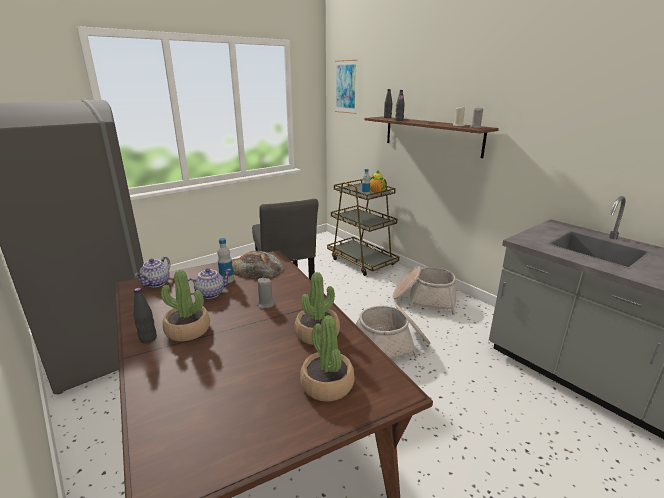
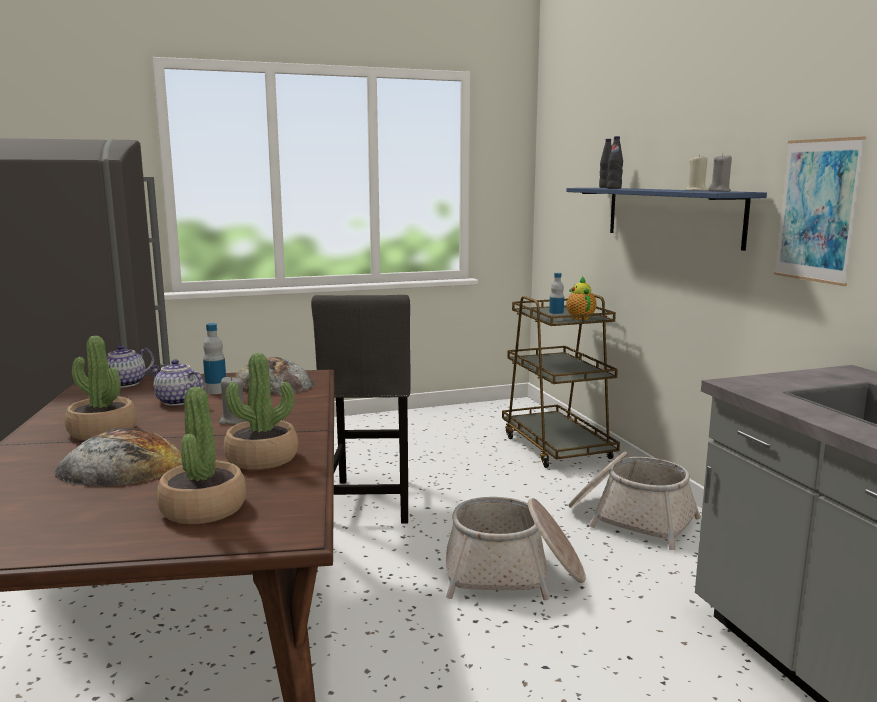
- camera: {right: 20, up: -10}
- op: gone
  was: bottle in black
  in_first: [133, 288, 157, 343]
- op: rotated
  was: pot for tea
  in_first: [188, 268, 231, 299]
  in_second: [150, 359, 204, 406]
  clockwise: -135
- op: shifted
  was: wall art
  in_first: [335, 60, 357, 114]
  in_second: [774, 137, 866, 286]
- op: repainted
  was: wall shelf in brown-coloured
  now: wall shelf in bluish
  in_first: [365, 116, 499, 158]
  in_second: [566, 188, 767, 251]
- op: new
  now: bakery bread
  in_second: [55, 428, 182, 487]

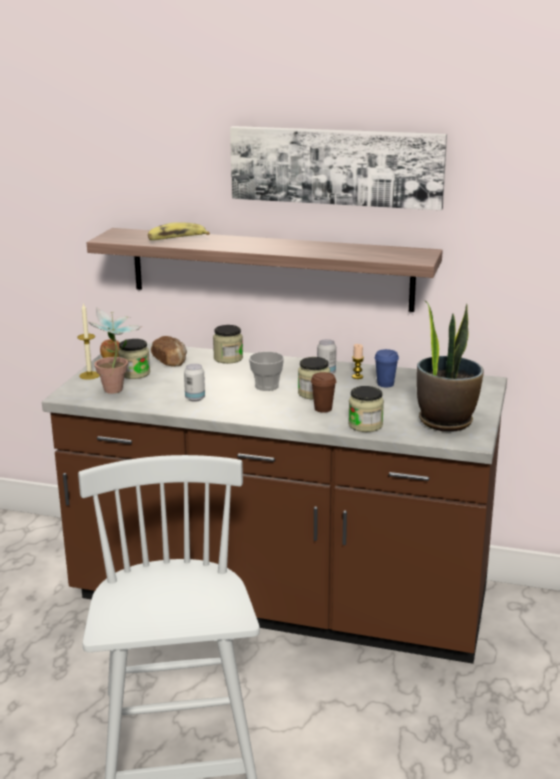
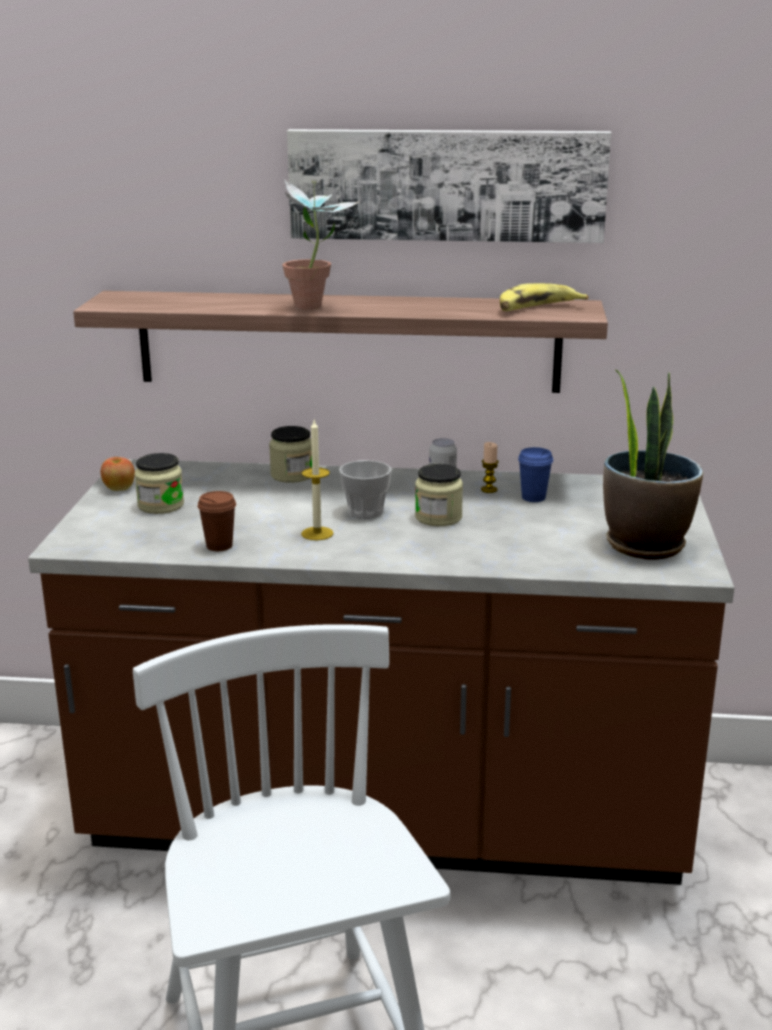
- camera: {right: -10, up: 0}
- op: shifted
  was: wax light
  in_first: [77, 303, 100, 380]
  in_second: [301, 420, 334, 540]
- op: shifted
  was: potted plant
  in_first: [89, 307, 142, 394]
  in_second: [282, 179, 359, 310]
- op: shifted
  was: whole banana
  in_first: [148, 222, 210, 240]
  in_second: [500, 283, 588, 311]
- op: gone
  was: bakery bread
  in_first: [151, 336, 187, 367]
- op: gone
  was: metal can
  in_first: [184, 364, 205, 402]
- op: shifted
  was: cup in brown-coloured
  in_first: [311, 372, 336, 413]
  in_second: [197, 491, 236, 551]
- op: gone
  was: preserve jar
  in_first: [348, 386, 384, 432]

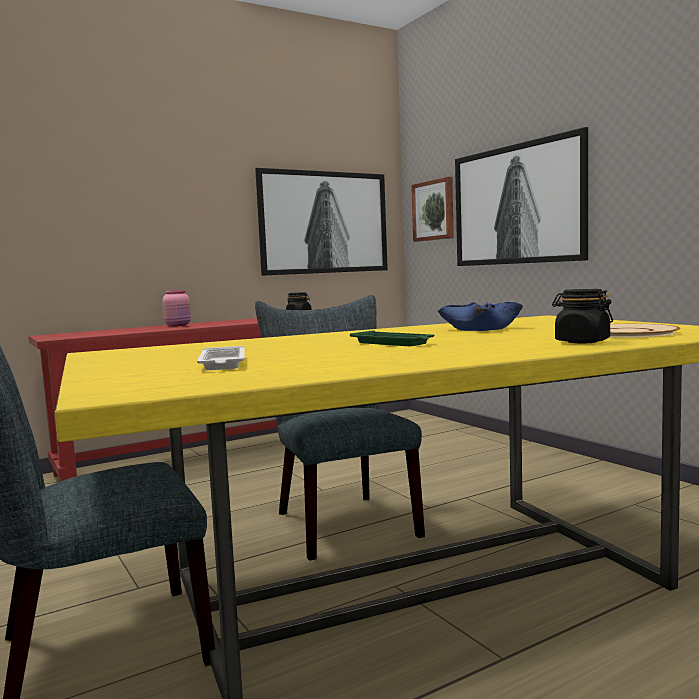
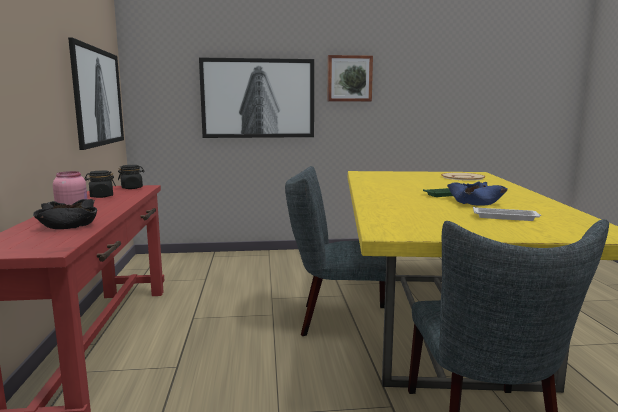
- camera: {right: -65, up: 5}
- op: shifted
  was: wall art
  in_first: [411, 177, 454, 242]
  in_second: [328, 55, 373, 101]
- op: shifted
  was: bowl in bluish
  in_first: [438, 302, 523, 331]
  in_second: [447, 181, 508, 206]
- op: shifted
  was: preserve jar in black
  in_first: [552, 289, 613, 343]
  in_second: [85, 170, 116, 198]
- op: new
  now: bowl in black
  in_second: [33, 199, 97, 229]

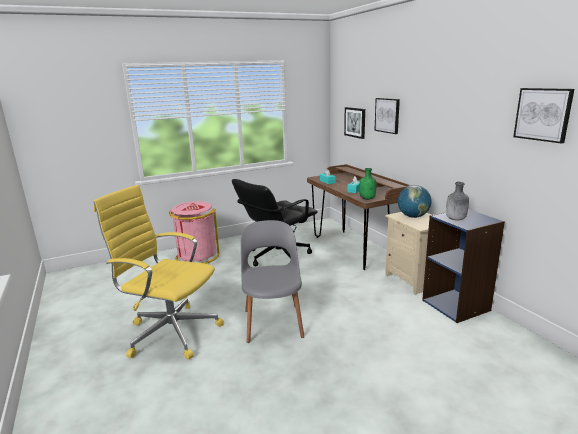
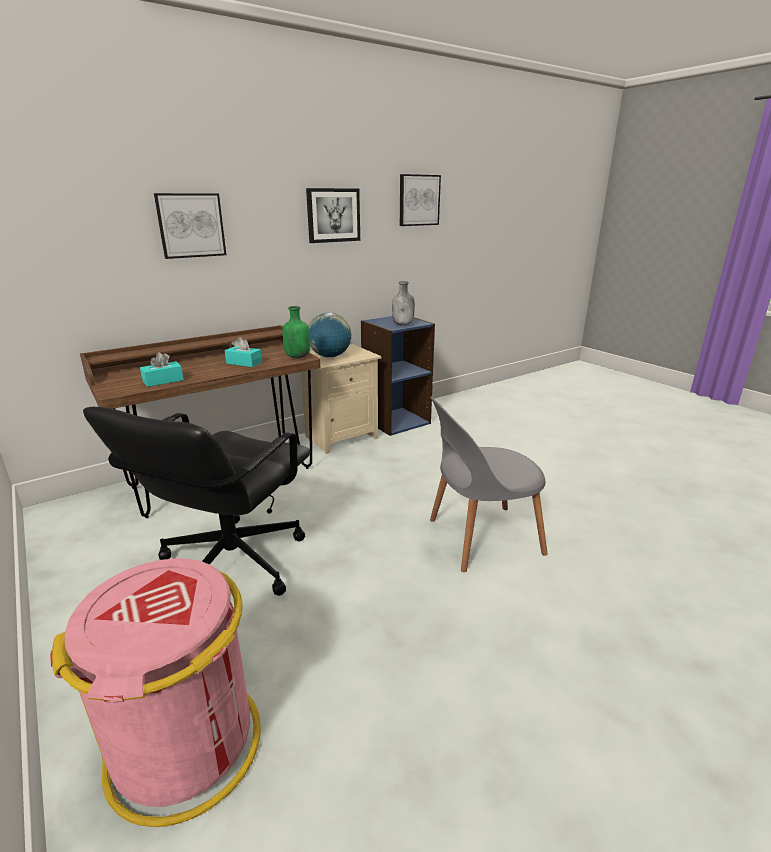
- camera: {right: -100, up: 5}
- op: gone
  was: desk chair in yellow
  in_first: [93, 185, 224, 359]
- op: rotated
  was: desk chair in black
  in_first: [232, 179, 318, 266]
  in_second: [83, 407, 311, 596]
  clockwise: 75
- op: shifted
  was: wall art
  in_first: [344, 107, 365, 139]
  in_second: [306, 188, 360, 243]

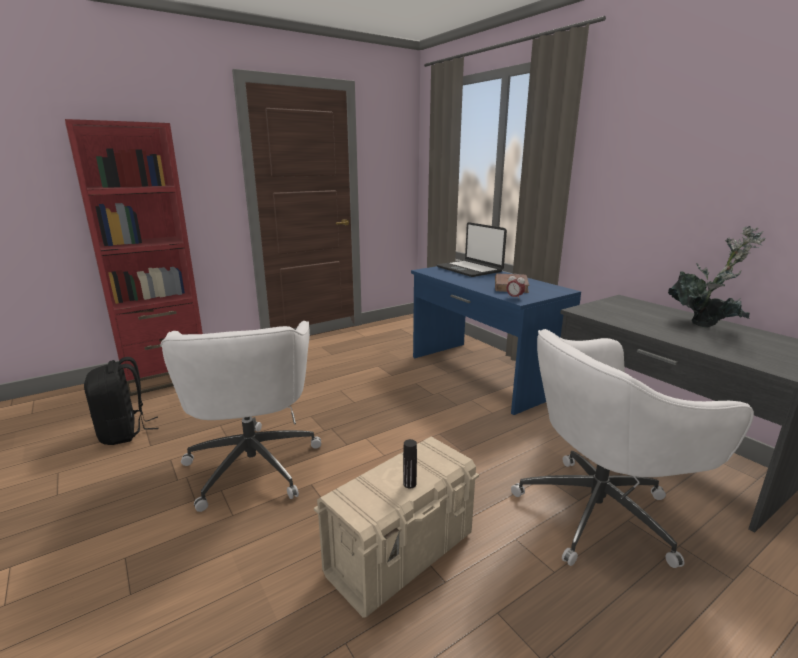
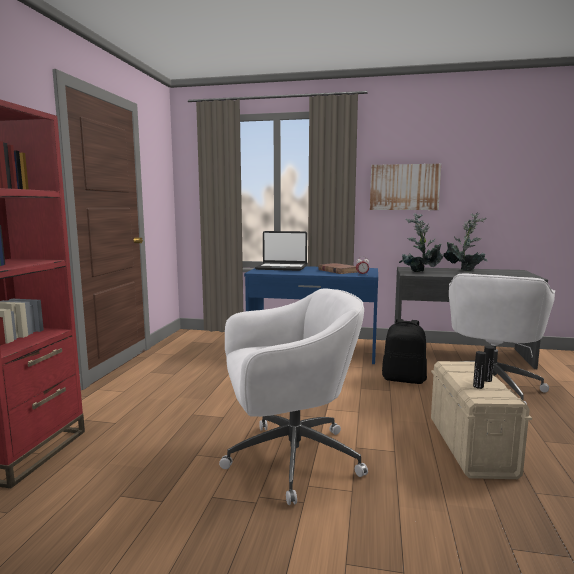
- camera: {right: -45, up: -10}
- op: shifted
  was: backpack in black
  in_first: [84, 357, 158, 445]
  in_second: [382, 319, 427, 384]
- op: rotated
  was: desk chair in white-coloured
  in_first: [160, 321, 321, 512]
  in_second: [219, 288, 368, 505]
  clockwise: -45
- op: new
  now: wall art
  in_second: [370, 164, 441, 210]
- op: new
  now: potted plant
  in_second: [399, 213, 443, 272]
- op: new
  now: bottle in black
  in_second: [473, 351, 486, 389]

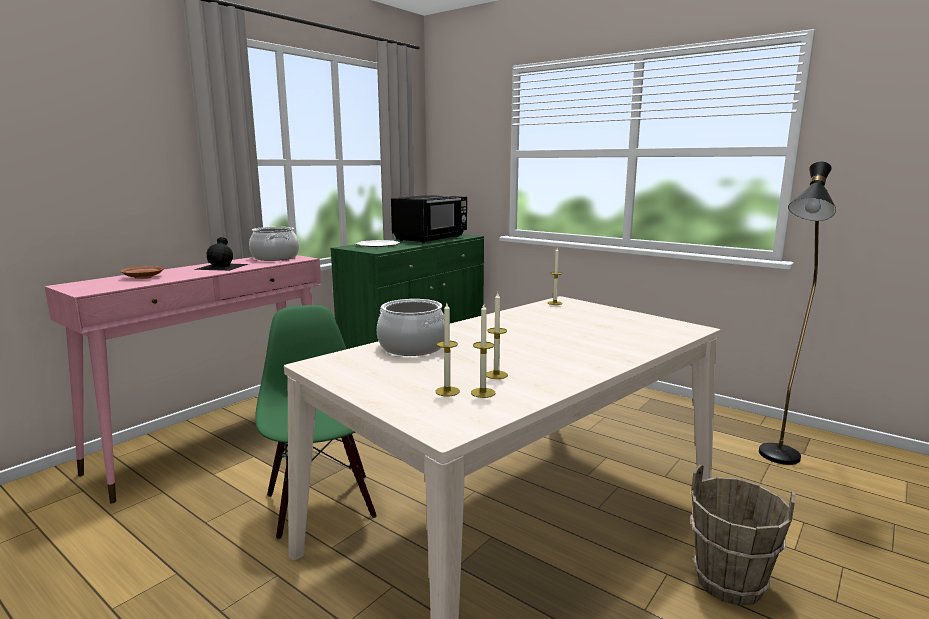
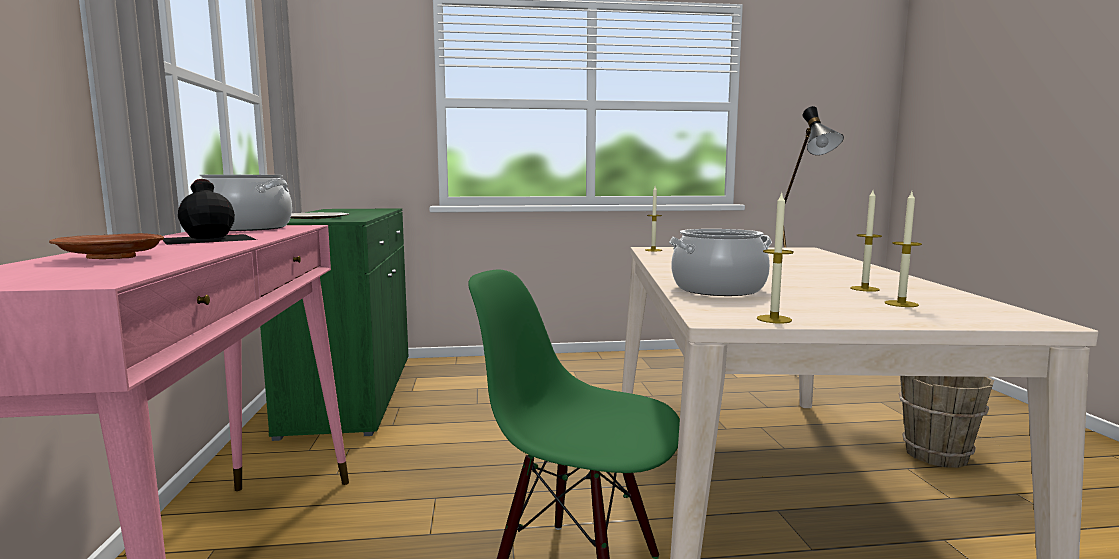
- camera: {right: -45, up: -5}
- op: gone
  was: microwave in black
  in_first: [391, 195, 467, 243]
- op: shifted
  was: wax light
  in_first: [471, 304, 495, 398]
  in_second: [757, 193, 794, 323]

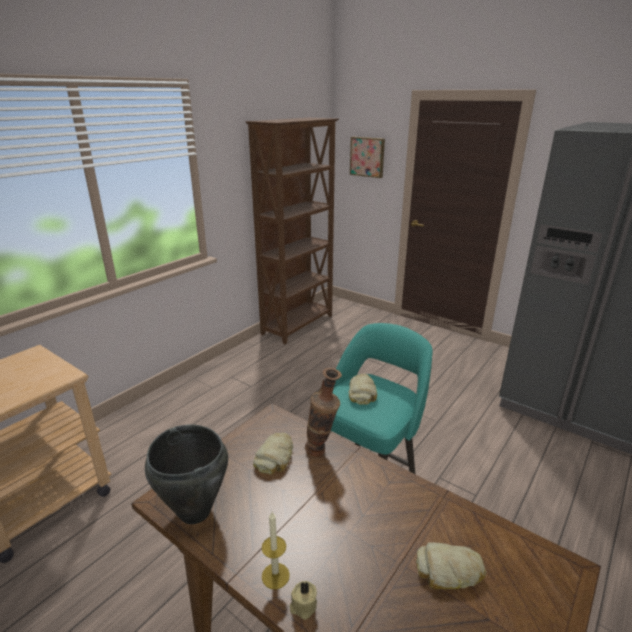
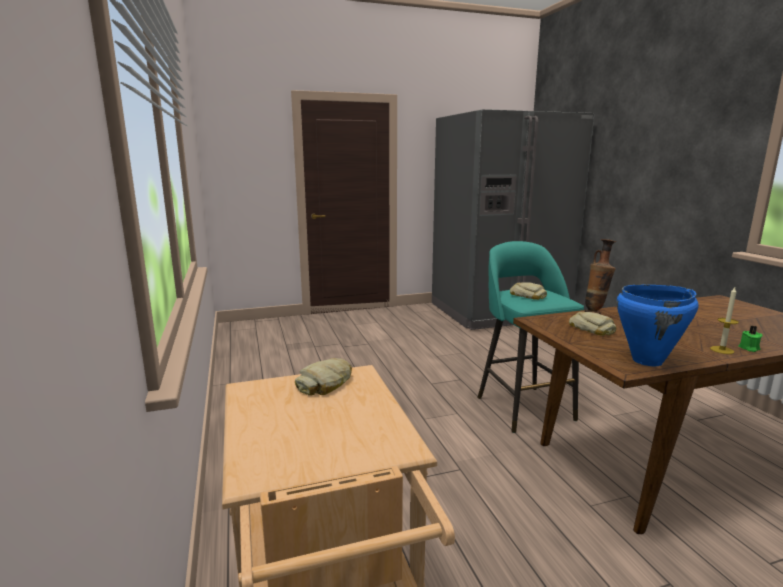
- camera: {right: -55, up: -10}
- op: repainted
  was: saucepot in black
  now: saucepot in bluish
  in_first: [145, 424, 228, 524]
  in_second: [616, 285, 698, 366]
- op: gone
  was: bookcase in brown-coloured
  in_first: [246, 118, 339, 344]
- op: repainted
  was: wax light in sand-coloured
  now: wax light in greenish
  in_first: [290, 581, 317, 620]
  in_second: [738, 325, 763, 352]
- op: gone
  was: wall art
  in_first: [350, 137, 385, 178]
- op: shifted
  was: bakery bread
  in_first: [416, 542, 487, 589]
  in_second: [295, 358, 352, 396]

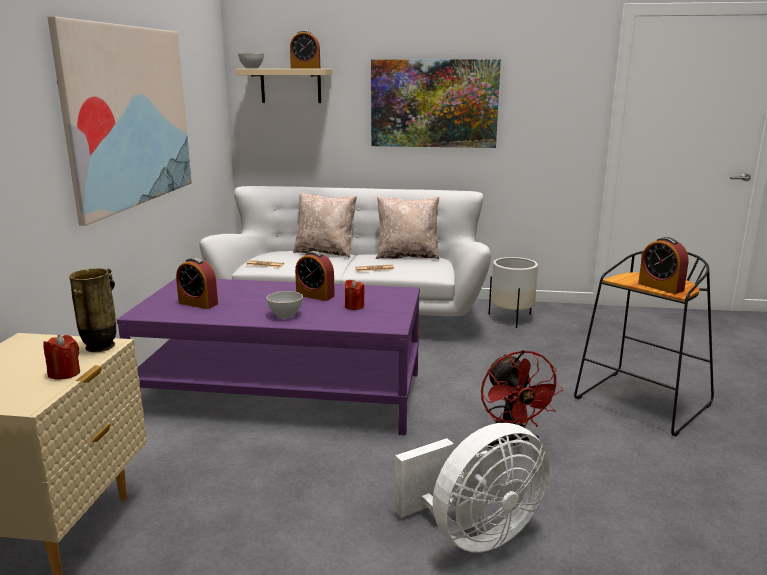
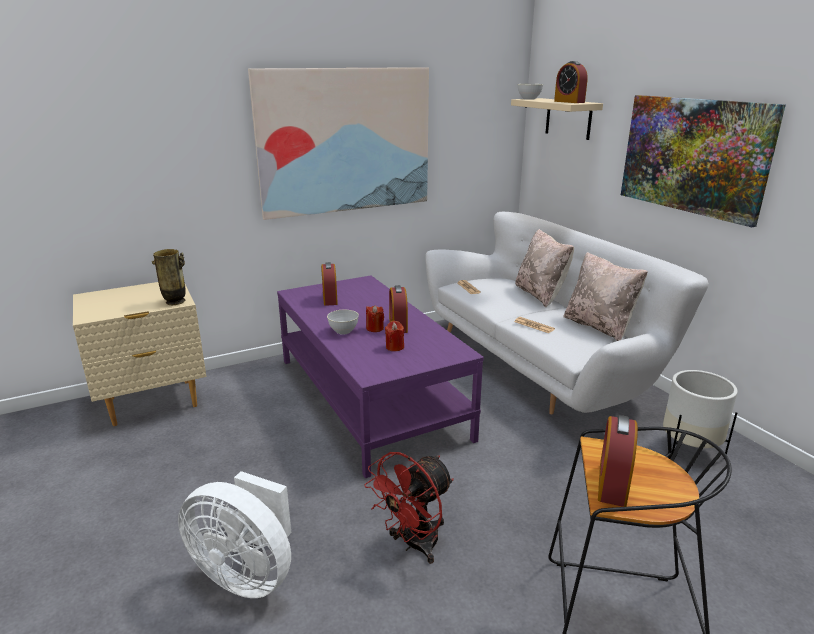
- camera: {right: 55, up: 5}
- op: shifted
  was: wax light in red-coloured
  in_first: [43, 335, 80, 380]
  in_second: [366, 305, 384, 332]

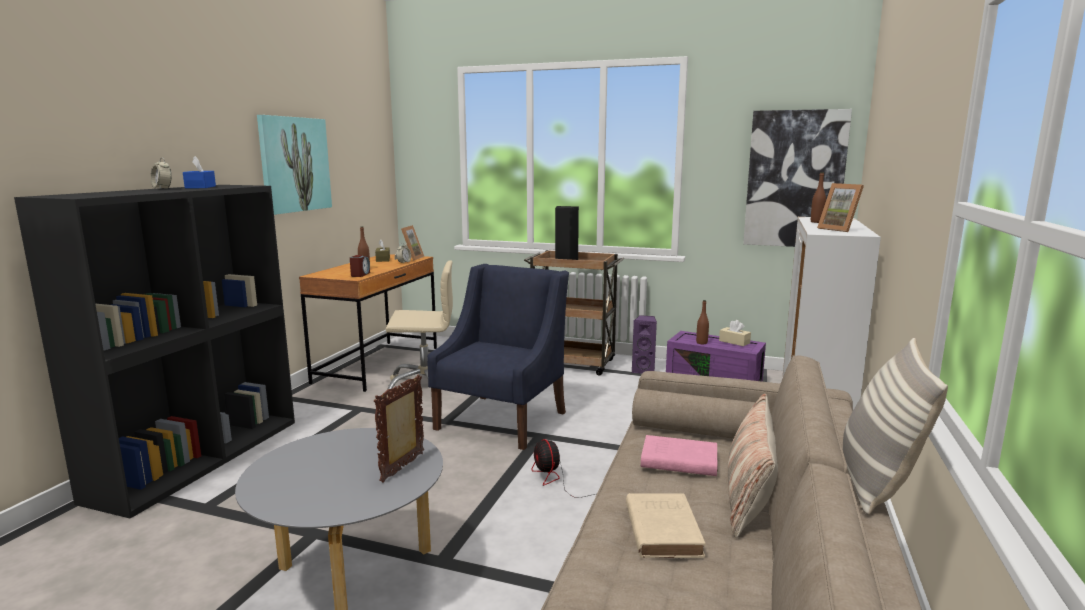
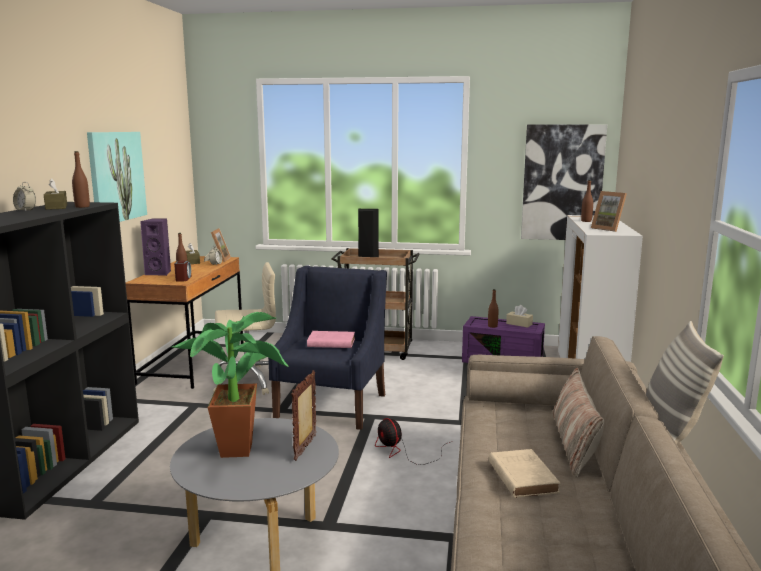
- camera: {right: -10, up: 0}
- op: repainted
  was: tissue box in bluish
  now: tissue box in brown-coloured
  in_first: [183, 156, 216, 189]
  in_second: [44, 178, 67, 210]
- op: shifted
  was: audio speaker in purplish
  in_first: [631, 315, 657, 374]
  in_second: [140, 218, 171, 276]
- op: shifted
  was: bound book in pink
  in_first: [641, 435, 718, 476]
  in_second: [307, 331, 355, 348]
- op: new
  now: bottle in brown-coloured
  in_second: [72, 151, 90, 208]
- op: new
  now: potted plant
  in_second: [171, 312, 289, 458]

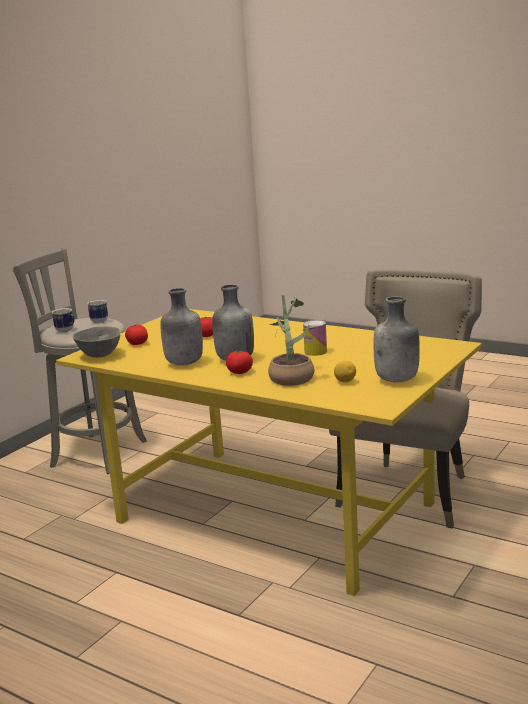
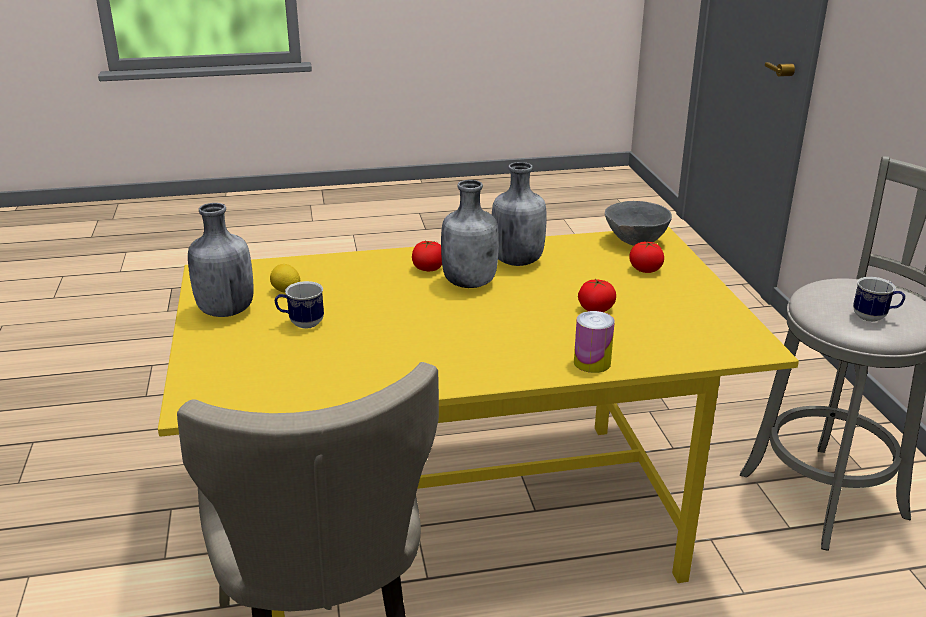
- camera: {right: 135, up: 10}
- op: shifted
  was: coffee mug
  in_first: [51, 308, 74, 332]
  in_second: [275, 281, 324, 329]
- op: gone
  was: potted plant
  in_first: [268, 295, 316, 386]
- op: shifted
  was: metal can
  in_first: [303, 320, 327, 356]
  in_second: [574, 311, 615, 373]

